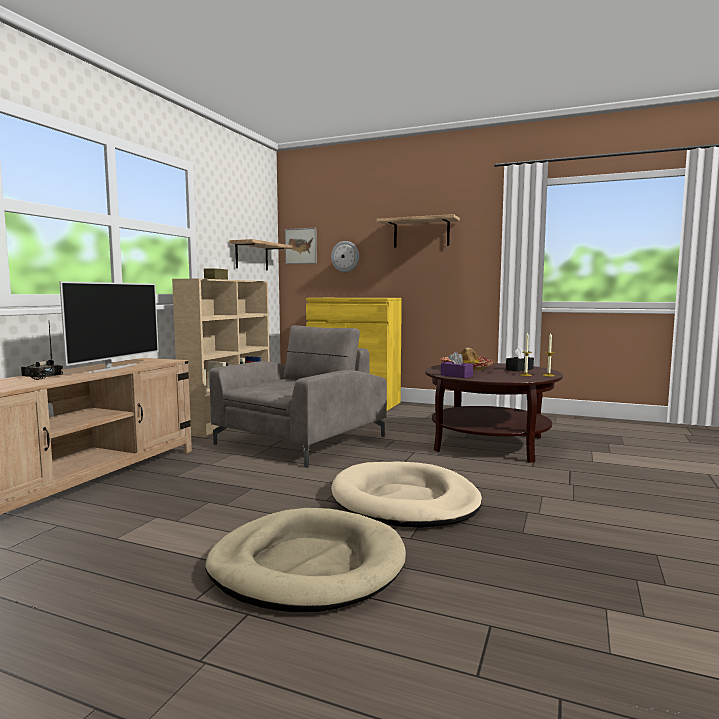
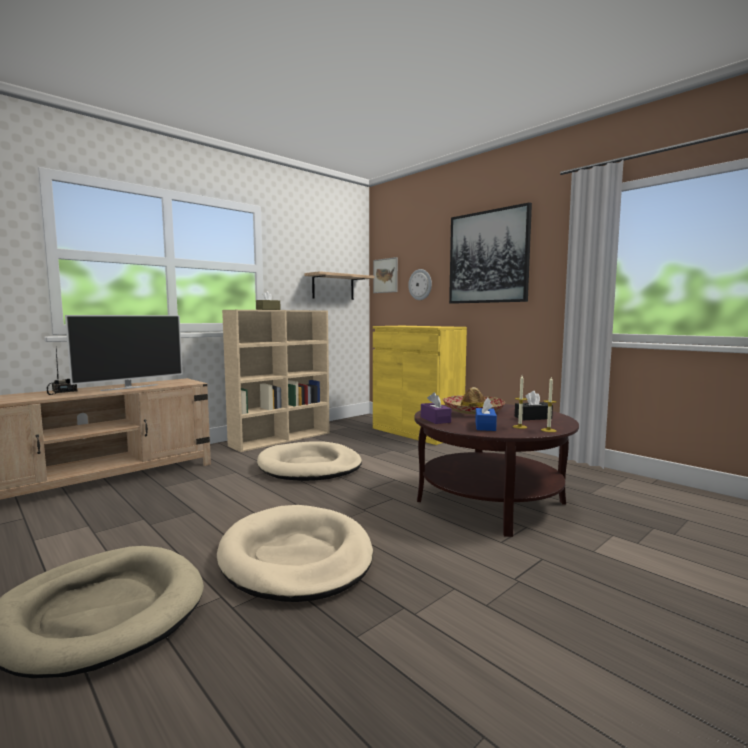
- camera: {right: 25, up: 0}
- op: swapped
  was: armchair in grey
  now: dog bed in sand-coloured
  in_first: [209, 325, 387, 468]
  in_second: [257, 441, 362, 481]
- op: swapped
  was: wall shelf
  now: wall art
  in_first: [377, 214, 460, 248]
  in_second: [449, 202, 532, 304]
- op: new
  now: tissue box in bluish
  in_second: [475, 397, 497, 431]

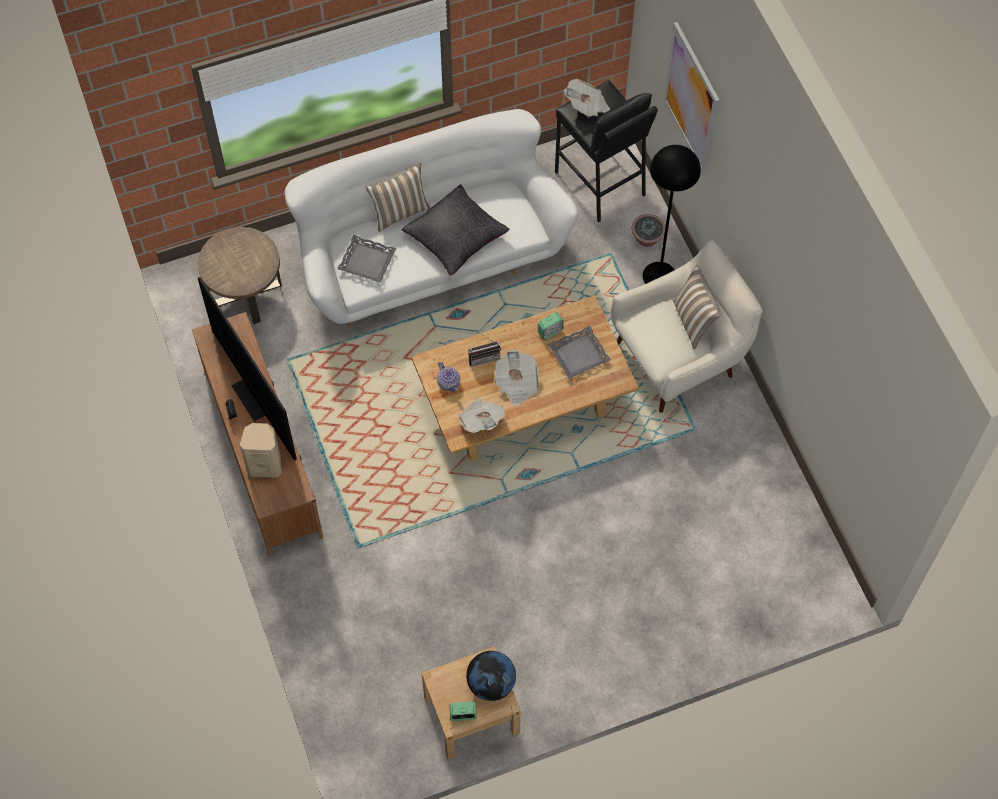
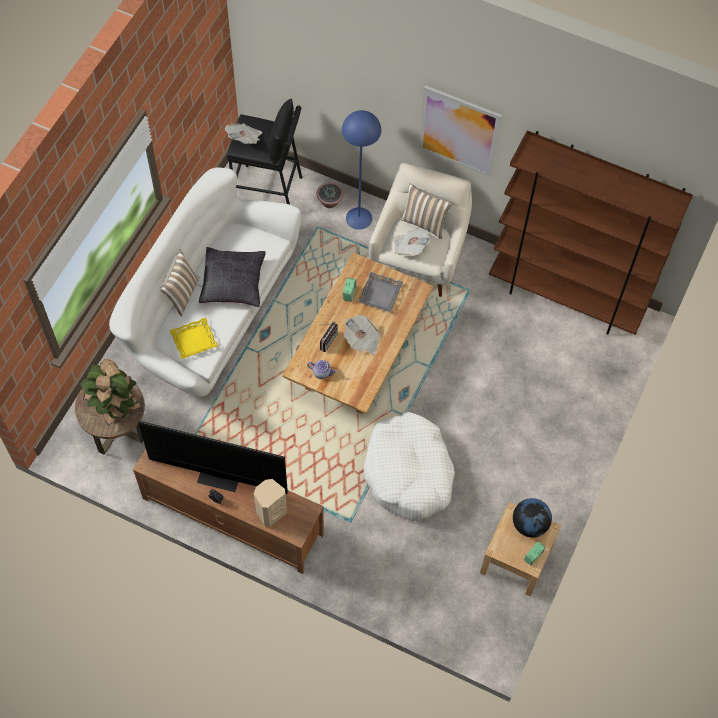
- camera: {right: -45, up: 0}
- op: repainted
  was: carrying tray in grey
  now: carrying tray in yellow
  in_first: [337, 235, 396, 283]
  in_second: [170, 317, 218, 359]
- op: shifted
  was: daily paper
  in_first: [458, 398, 505, 433]
  in_second: [394, 228, 430, 256]
- op: repainted
  was: standard lamp in black
  now: standard lamp in bluish
  in_first: [643, 145, 701, 284]
  in_second: [342, 110, 381, 230]
- op: shifted
  was: wall art
  in_first: [664, 22, 719, 175]
  in_second: [418, 85, 502, 177]
- op: new
  now: potted plant
  in_second: [81, 359, 142, 426]
- op: new
  now: dog bed in white-coloured
  in_second: [364, 412, 455, 521]
- op: new
  now: bookcase in brown-coloured
  in_second: [489, 130, 693, 335]

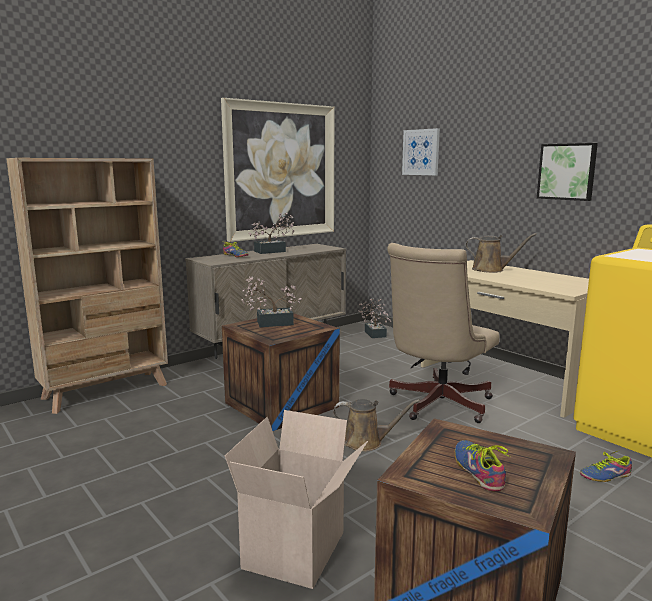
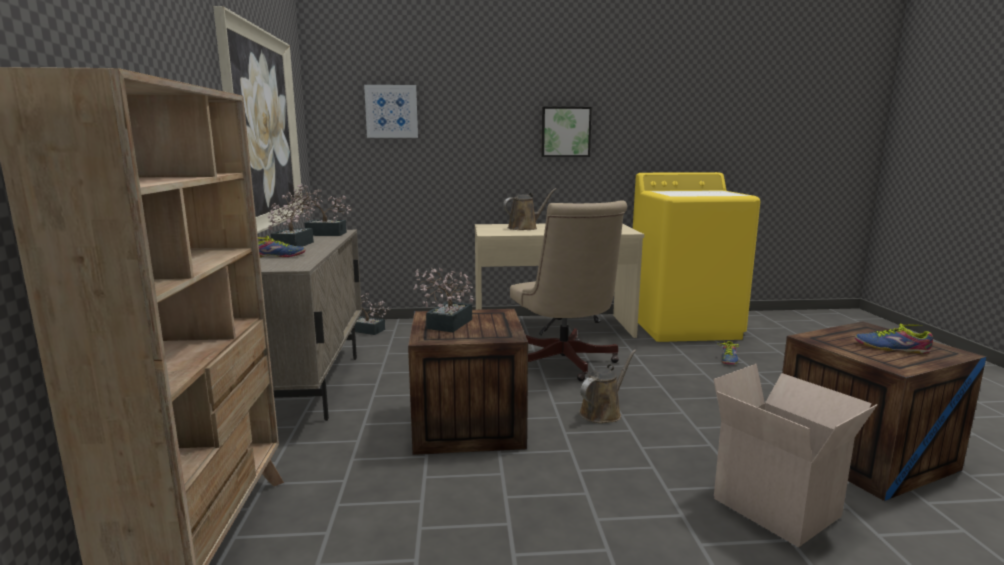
- camera: {right: -55, up: 0}
- op: new
  now: potted plant
  in_second: [289, 184, 352, 236]

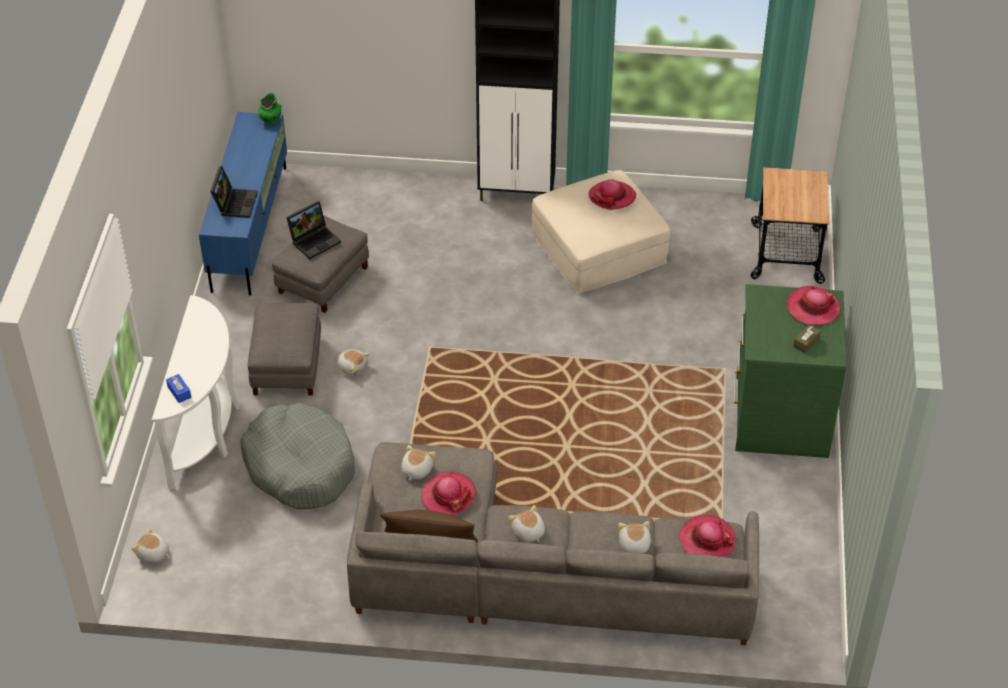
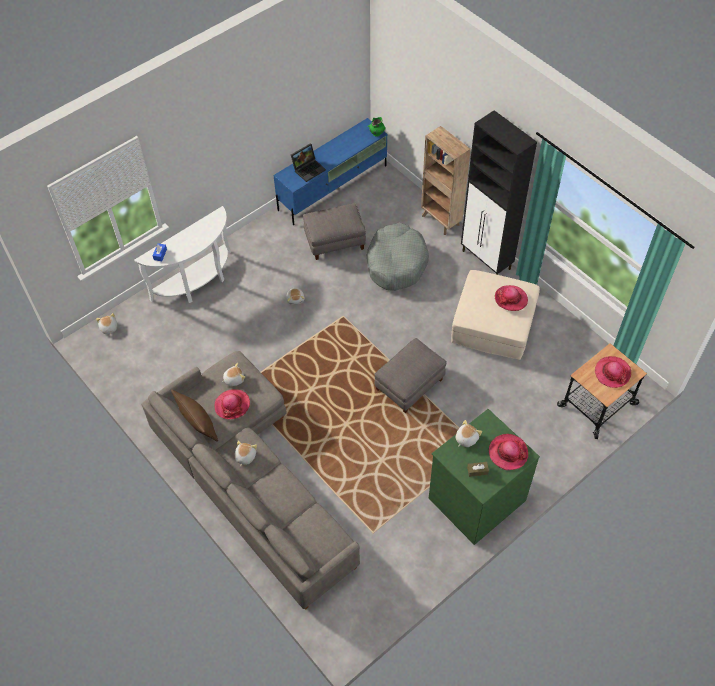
- camera: {right: 45, up: 10}
- op: shifted
  was: dog bed in grey
  in_first: [240, 403, 355, 509]
  in_second: [367, 223, 429, 291]
- op: shifted
  was: footrest in grey
  in_first: [248, 302, 321, 396]
  in_second: [374, 338, 446, 413]
- op: gone
  was: notebook computer
  in_first: [286, 201, 341, 259]
- op: shifted
  was: plush toy
  in_first: [618, 521, 651, 554]
  in_second: [456, 420, 482, 447]
- op: shifted
  was: wearable hat
  in_first: [679, 515, 736, 557]
  in_second: [595, 356, 631, 388]
- op: new
  now: bookcase in brown-coloured
  in_second: [421, 126, 471, 235]

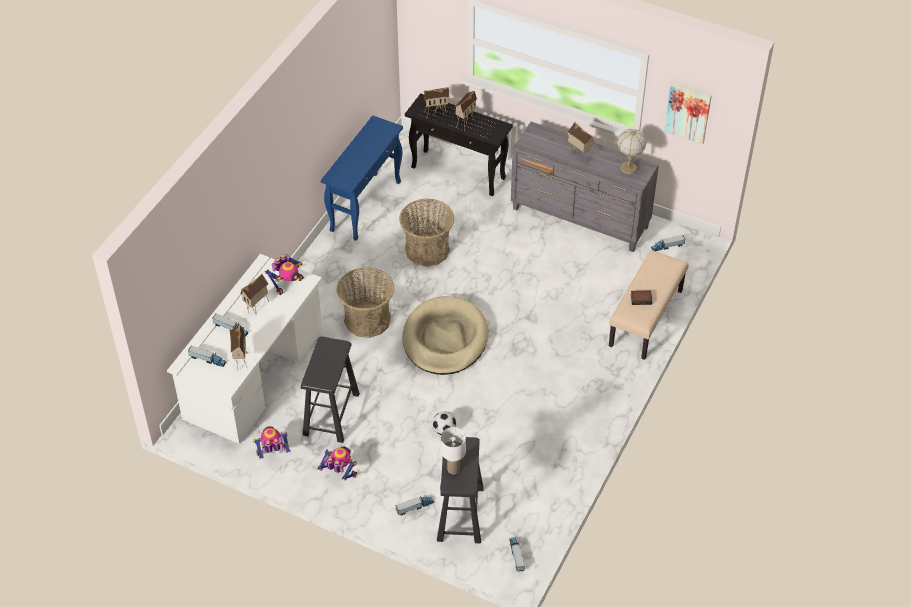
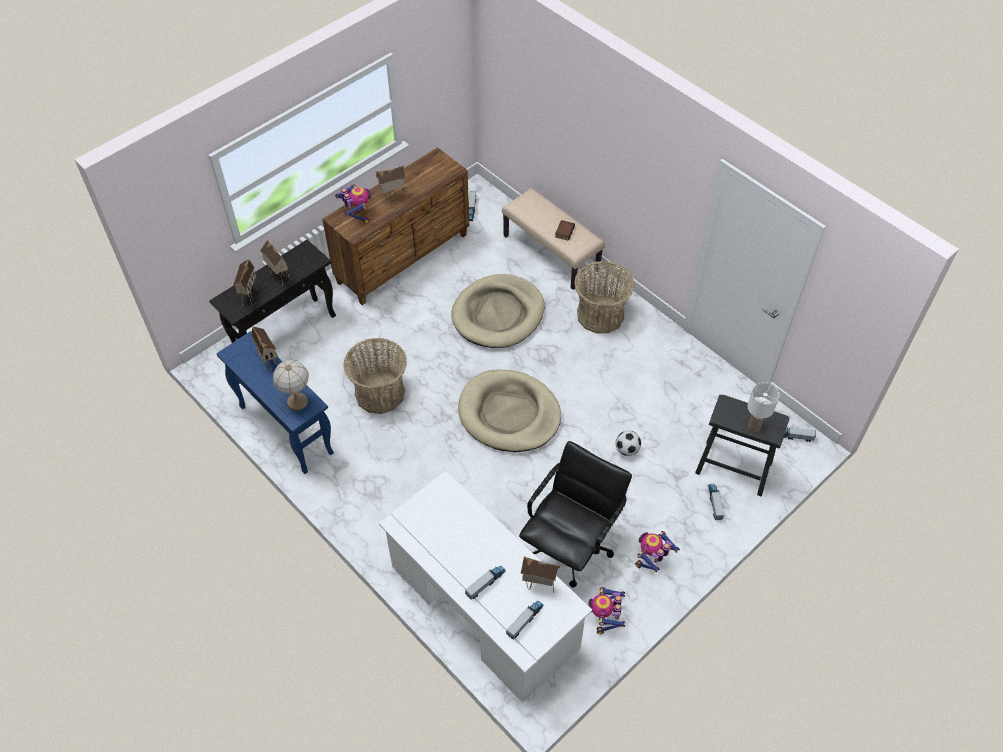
- camera: {right: -70, up: 5}
- op: shifted
  was: model house
  in_first: [240, 274, 269, 314]
  in_second: [251, 326, 278, 371]
- op: shifted
  was: model robot
  in_first: [265, 254, 304, 295]
  in_second: [335, 185, 371, 224]
- op: swapped
  was: stool in black
  now: desk chair in black
  in_first: [301, 336, 360, 443]
  in_second: [519, 441, 632, 588]
- op: shifted
  was: household basket
  in_first: [337, 267, 394, 338]
  in_second: [574, 261, 634, 334]
- op: repainted
  was: drawer chest in grey
  now: drawer chest in brown-coloured
  in_first: [511, 122, 659, 252]
  in_second: [322, 147, 469, 305]
- op: shifted
  was: lamp for a table
  in_first: [617, 129, 646, 174]
  in_second: [273, 360, 309, 411]
- op: gone
  was: wall art
  in_first: [664, 82, 712, 145]
- op: new
  now: dog bed in sand-coloured
  in_second: [451, 274, 544, 348]

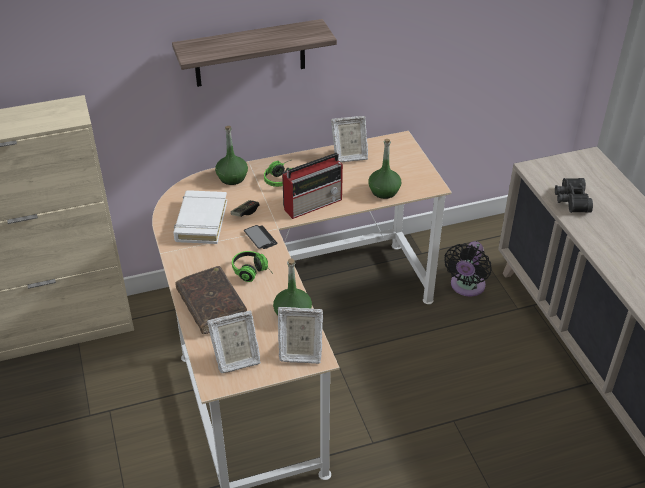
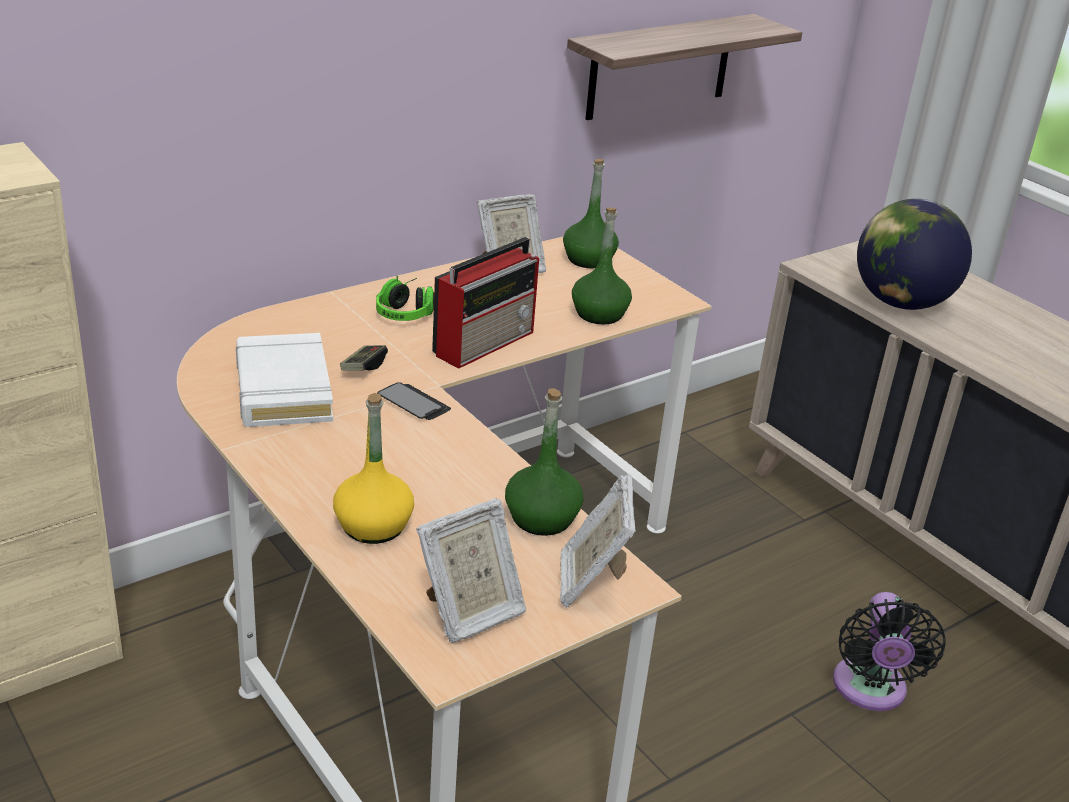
- camera: {right: -20, up: -10}
- op: shifted
  was: wall shelf
  in_first: [172, 19, 337, 87]
  in_second: [567, 14, 802, 120]
- op: swapped
  was: bound book in brown-coloured
  now: bottle in yellow
  in_first: [176, 266, 247, 334]
  in_second: [333, 393, 414, 544]
- op: shifted
  was: bottle in greenish
  in_first: [215, 126, 248, 185]
  in_second: [563, 159, 619, 268]
- op: gone
  was: pair of headphones
  in_first: [232, 251, 271, 282]
- op: rotated
  was: photo frame
  in_first: [278, 307, 323, 364]
  in_second: [560, 473, 636, 608]
  clockwise: 105
- op: shifted
  was: electric fan in black
  in_first: [444, 241, 492, 296]
  in_second: [833, 592, 945, 711]
- op: swapped
  was: binoculars in black
  now: world globe
  in_first: [555, 178, 593, 213]
  in_second: [857, 199, 972, 310]

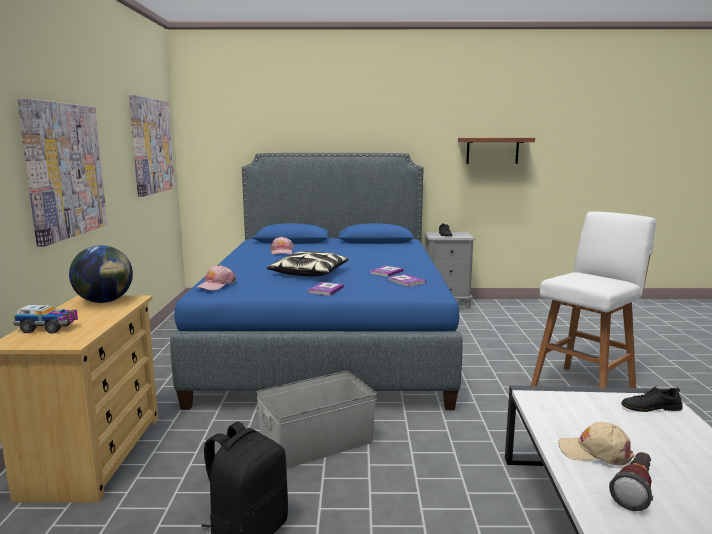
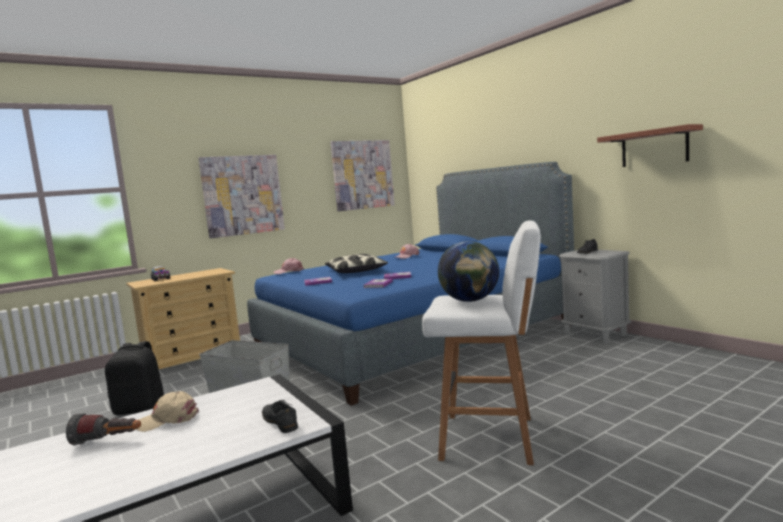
- camera: {right: 55, up: -5}
- op: shifted
  was: world globe
  in_first: [69, 245, 133, 303]
  in_second: [438, 241, 499, 302]
- op: rotated
  was: cap in sand-coloured
  in_first: [558, 422, 634, 466]
  in_second: [137, 391, 199, 432]
  clockwise: -90

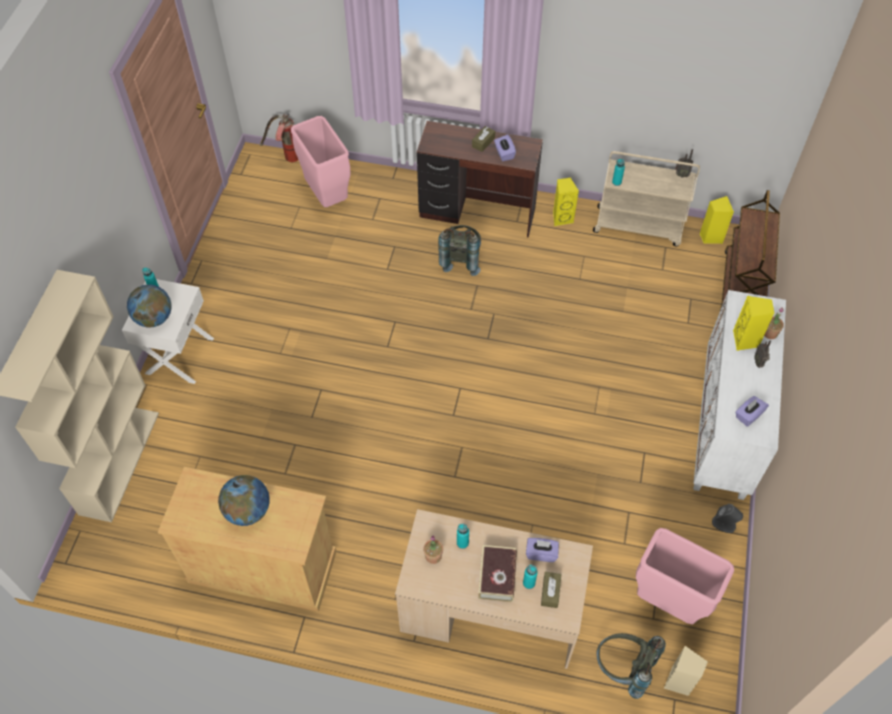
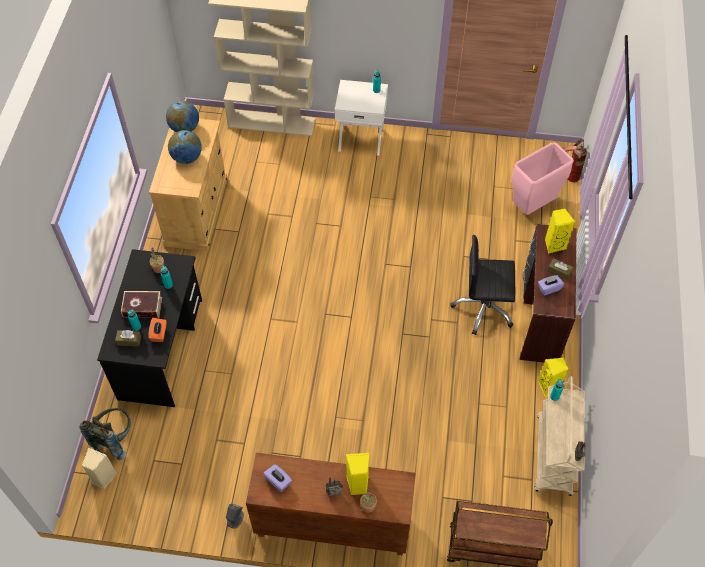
- camera: {right: 85, up: 0}
- op: shifted
  was: world globe
  in_first: [127, 284, 172, 328]
  in_second: [166, 101, 199, 132]
- op: repainted
  was: desk unit in sand-coloured
  now: desk unit in black
  in_first: [395, 509, 593, 669]
  in_second: [97, 249, 202, 407]
- op: swapped
  was: backpack in grey
  now: desk chair in black
  in_first: [438, 225, 481, 276]
  in_second: [450, 235, 515, 335]
- op: repainted
  was: tissue box in purplish
  now: tissue box in orangey
  in_first: [526, 538, 559, 562]
  in_second: [148, 318, 167, 342]
- op: gone
  was: waste bin in pink
  in_first: [636, 528, 734, 624]
- op: repainted
  was: cupboard in white-coloured
  now: cupboard in brown-coloured
  in_first: [693, 290, 786, 500]
  in_second: [246, 453, 415, 555]
- op: shifted
  was: audio speaker in yellow
  in_first: [699, 196, 734, 244]
  in_second: [545, 208, 575, 254]

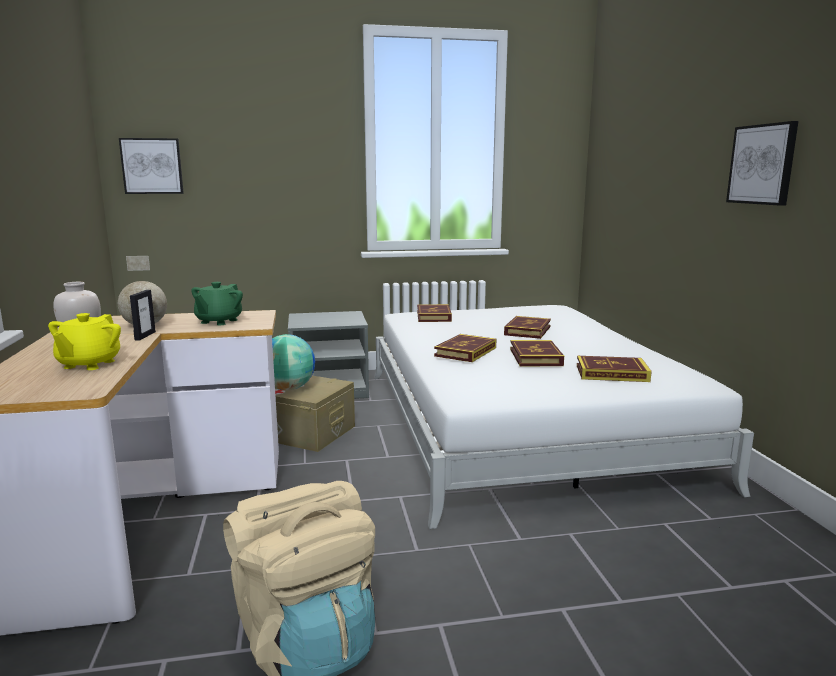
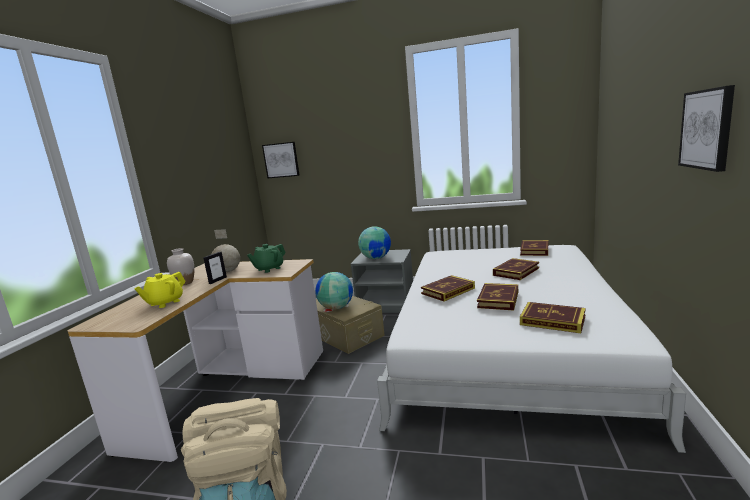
- camera: {right: 25, up: 0}
- op: shifted
  was: bound book
  in_first: [417, 304, 452, 322]
  in_second: [520, 240, 548, 256]
- op: new
  now: world globe
  in_second: [358, 226, 391, 259]

